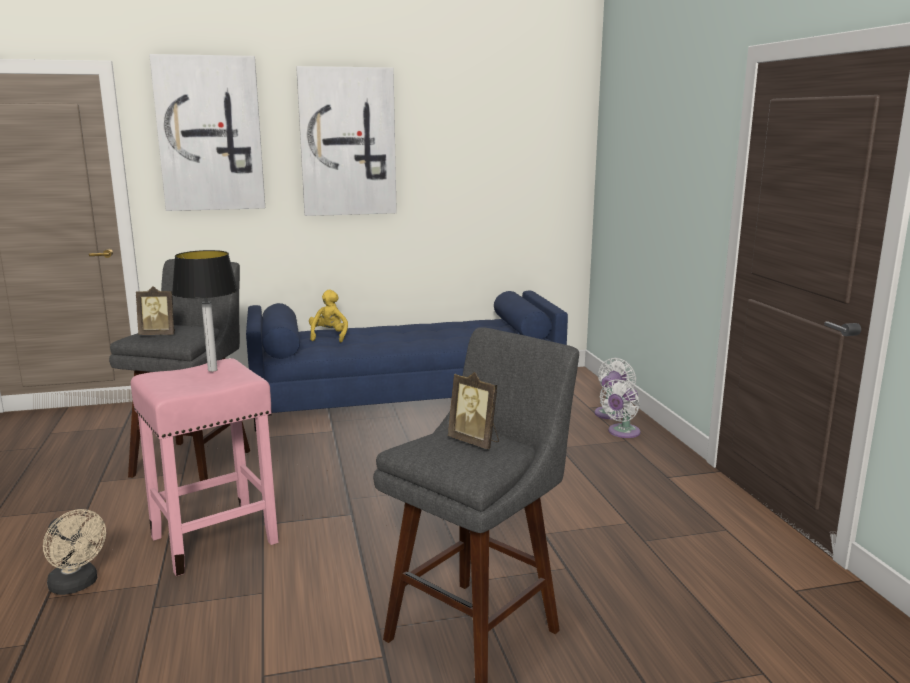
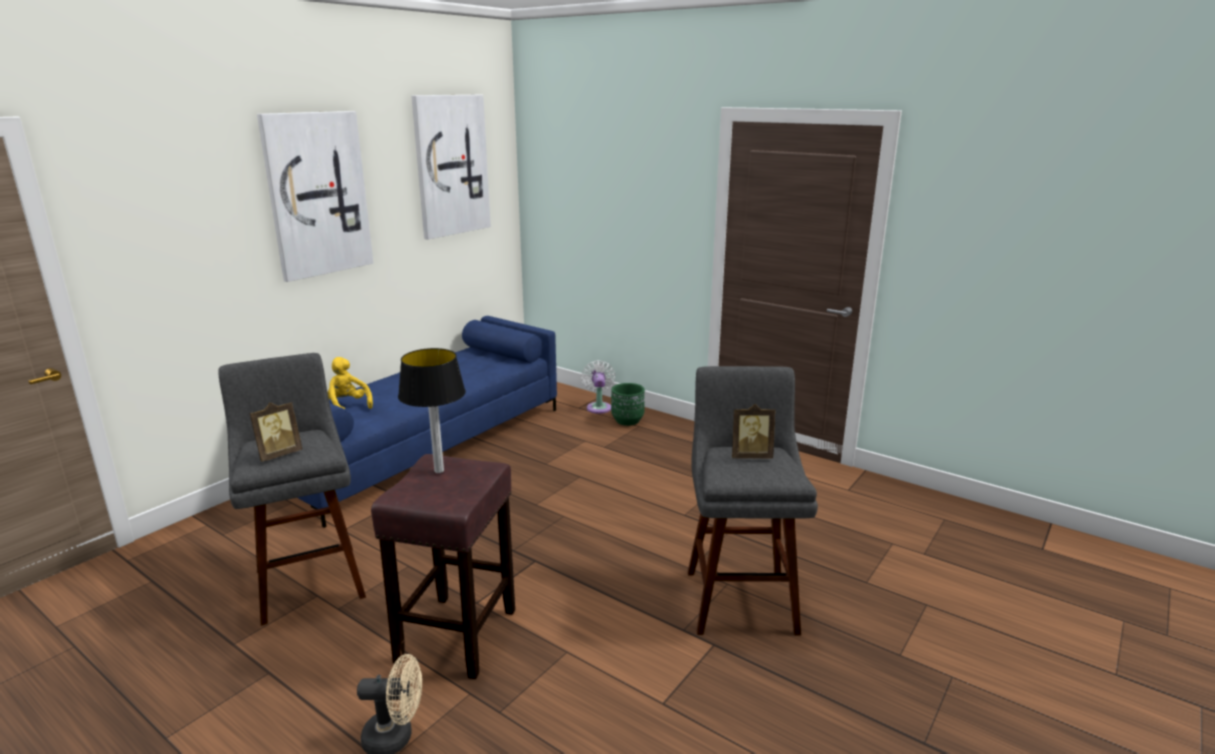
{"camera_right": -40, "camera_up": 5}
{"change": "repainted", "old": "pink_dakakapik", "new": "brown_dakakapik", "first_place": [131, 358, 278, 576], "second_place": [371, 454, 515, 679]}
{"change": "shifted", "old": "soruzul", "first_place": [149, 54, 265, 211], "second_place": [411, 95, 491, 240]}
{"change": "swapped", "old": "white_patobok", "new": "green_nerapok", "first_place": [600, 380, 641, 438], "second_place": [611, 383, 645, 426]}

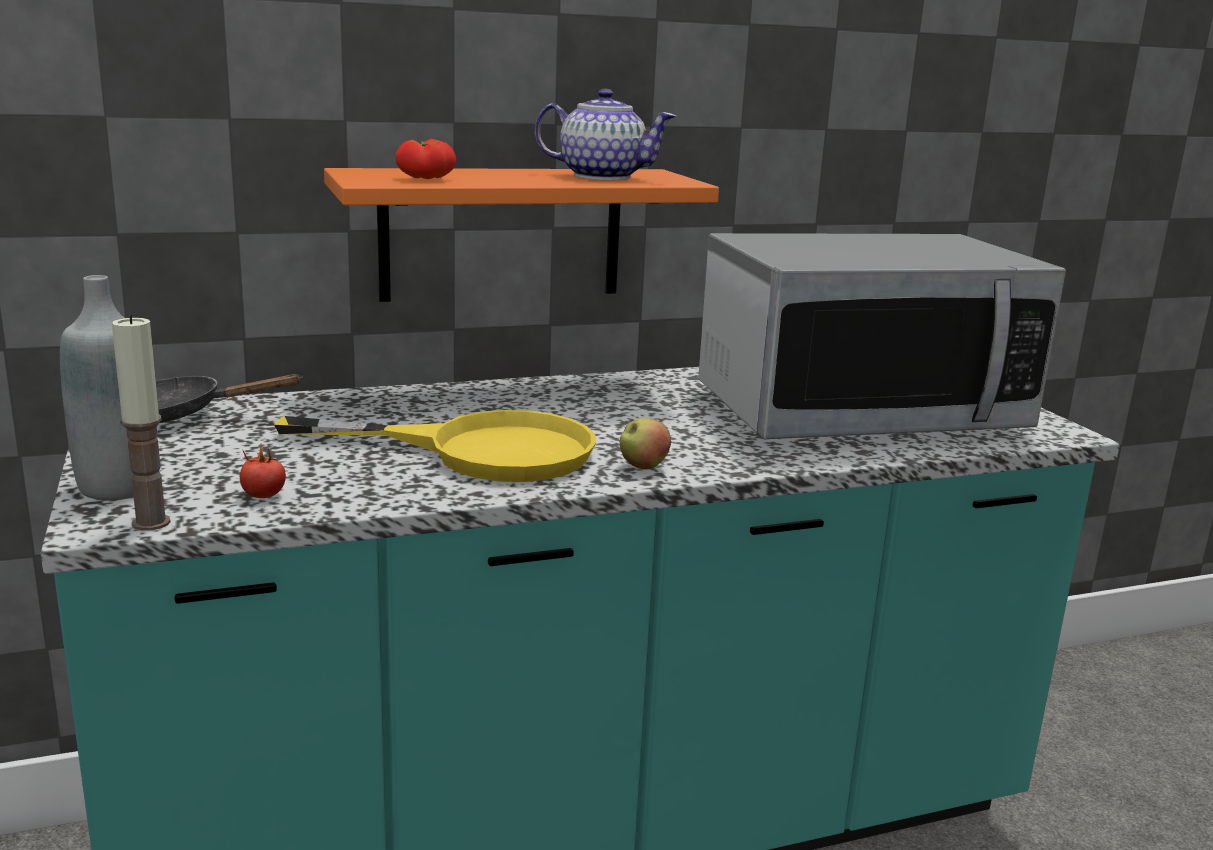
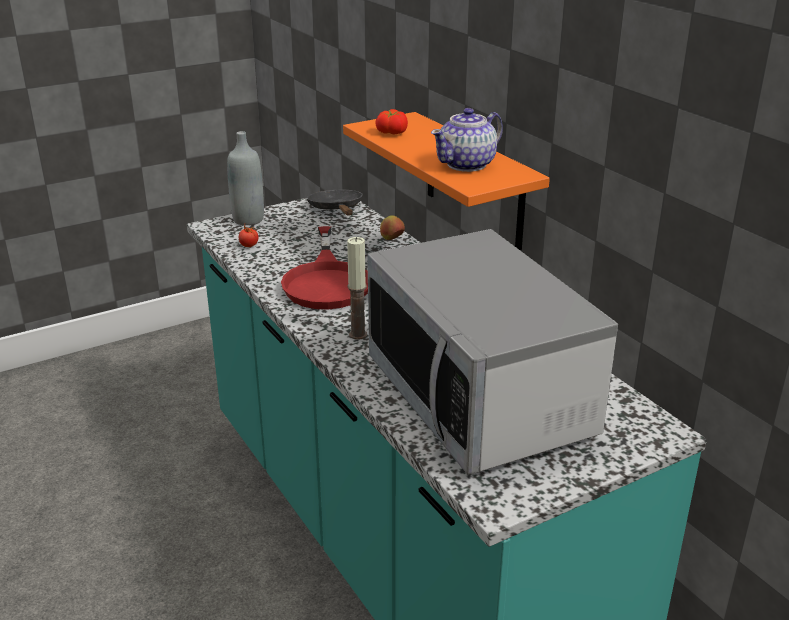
{"camera_right": 80, "camera_up": 10}
{"change": "shifted", "old": "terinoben", "first_place": [112, 315, 171, 530], "second_place": [347, 237, 367, 340]}
{"change": "repainted", "old": "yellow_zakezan", "new": "red_zakezan", "first_place": [274, 410, 596, 482], "second_place": [281, 226, 368, 309]}
{"change": "rotated", "old": "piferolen", "first_place": [535, 89, 676, 180], "second_place": [431, 108, 503, 172], "degrees": 45}
{"change": "shifted", "old": "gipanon", "first_place": [620, 418, 671, 469], "second_place": [380, 215, 405, 240]}

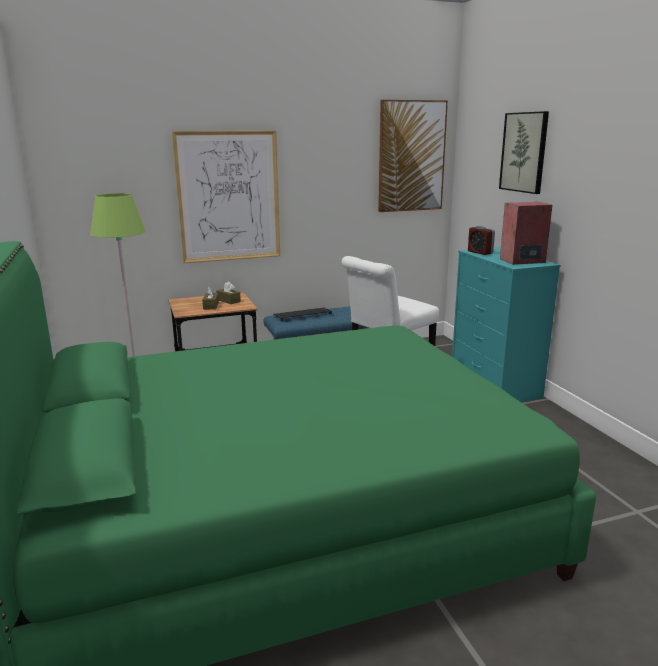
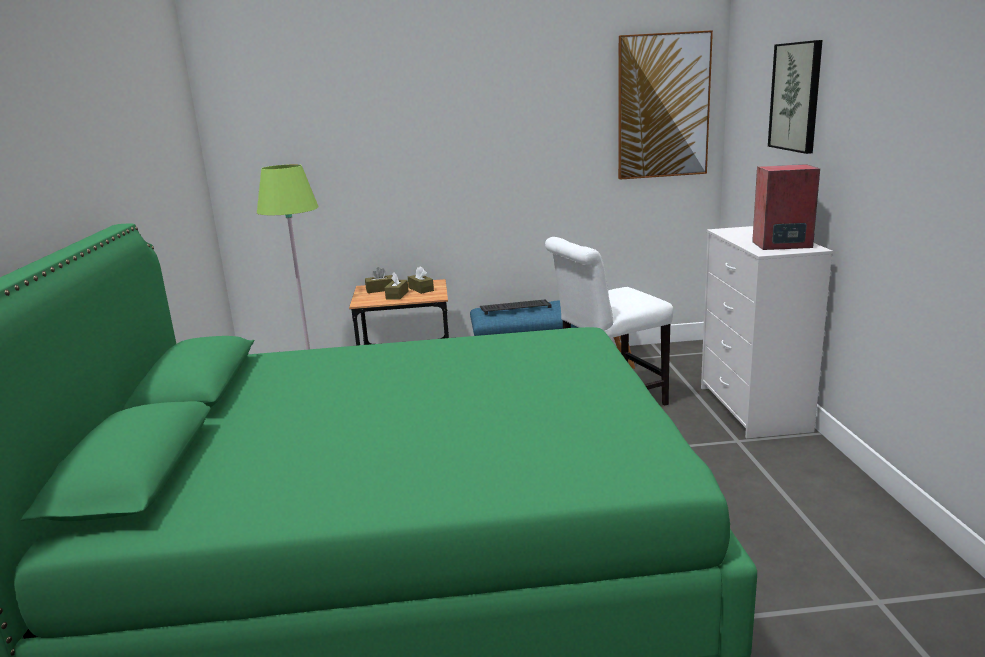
{"camera_right": 15, "camera_up": 0}
{"change": "gone", "old": "soruzul", "first_place": [172, 131, 280, 263]}
{"change": "repainted", "old": "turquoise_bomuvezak", "new": "white_bomuvezak", "first_place": [452, 247, 561, 402], "second_place": [701, 226, 833, 439]}
{"change": "gone", "old": "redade", "first_place": [468, 226, 495, 255]}
{"change": "new", "new": "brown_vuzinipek", "second_place": [365, 267, 393, 293]}

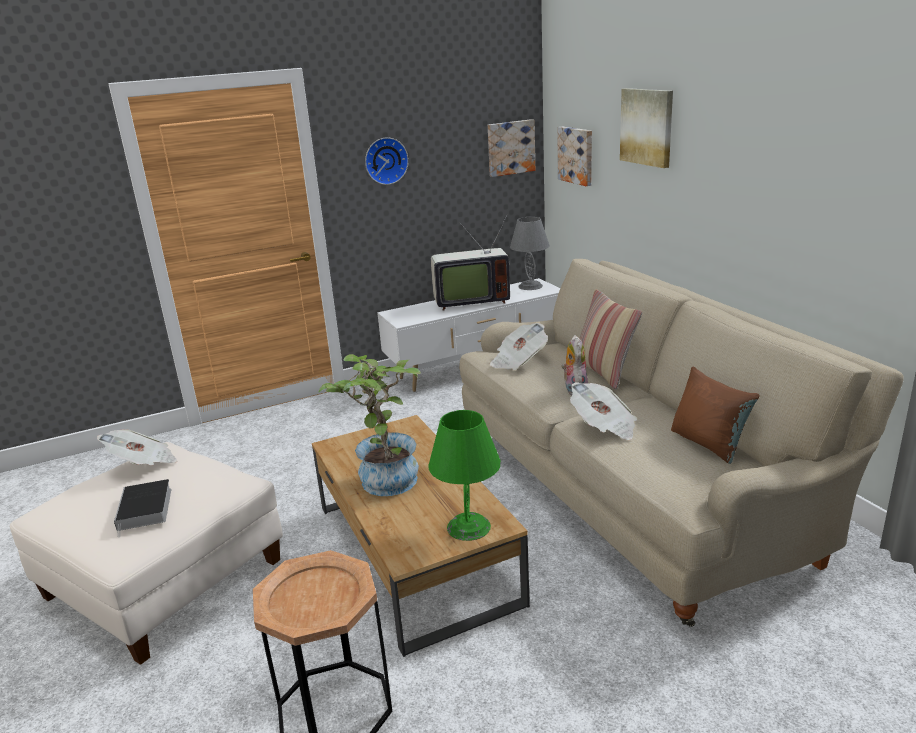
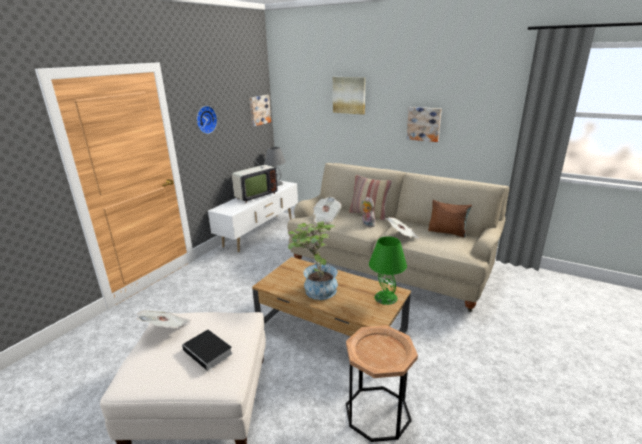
{"camera_right": -35, "camera_up": 0}
{"change": "shifted", "old": "soruzul", "first_place": [557, 127, 592, 186], "second_place": [407, 107, 442, 142]}

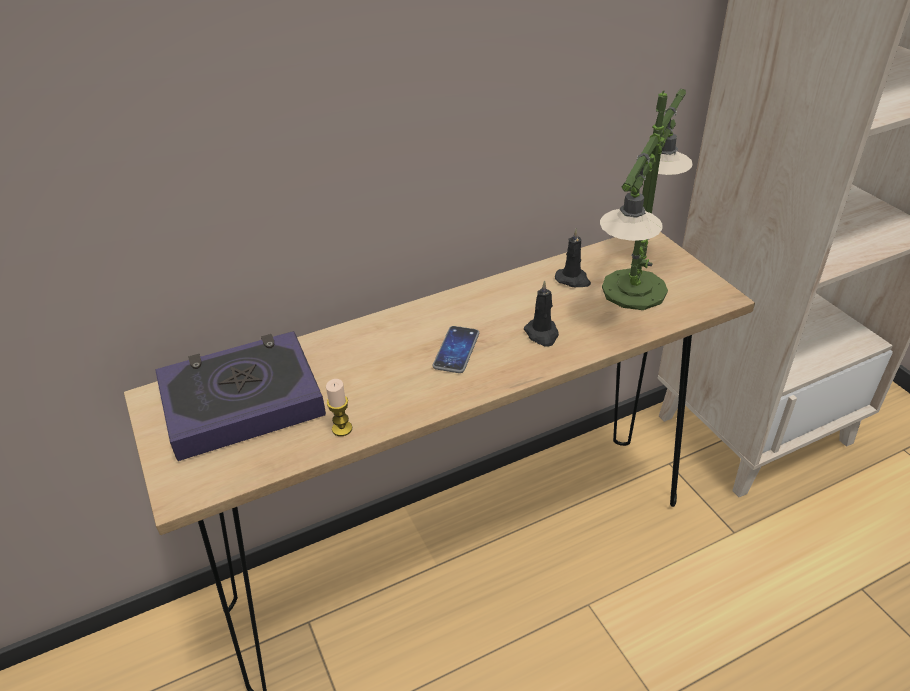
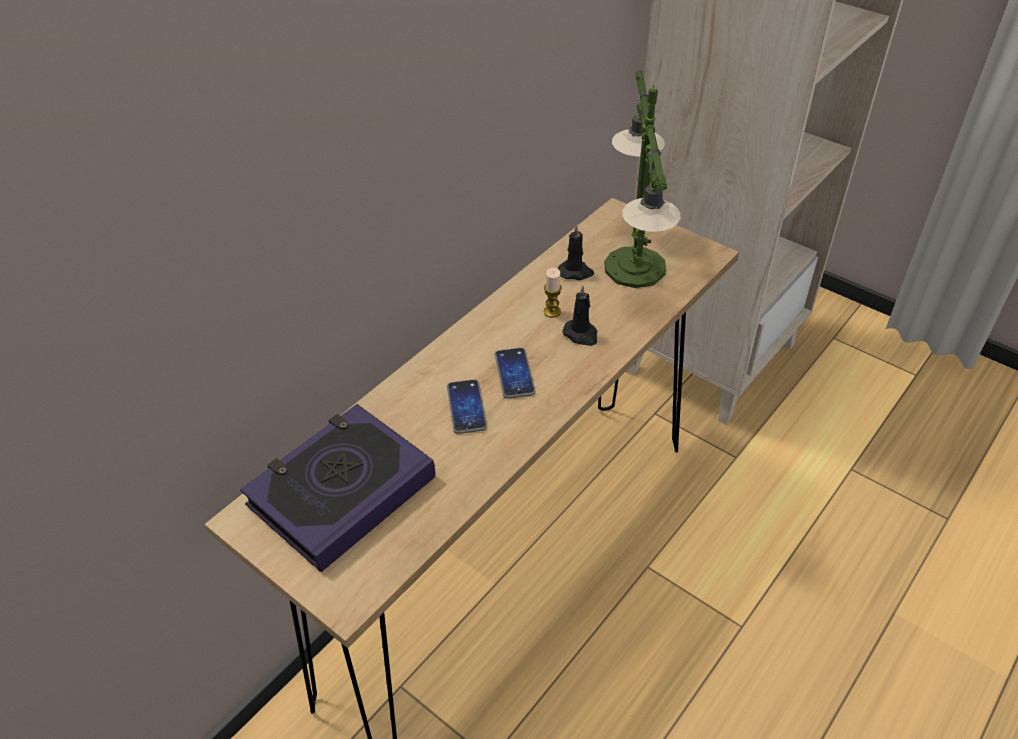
{"camera_right": -25, "camera_up": 5}
{"change": "shifted", "old": "terinoben", "first_place": [326, 379, 352, 436], "second_place": [544, 268, 562, 318]}
{"change": "new", "new": "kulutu", "second_place": [447, 379, 487, 434]}

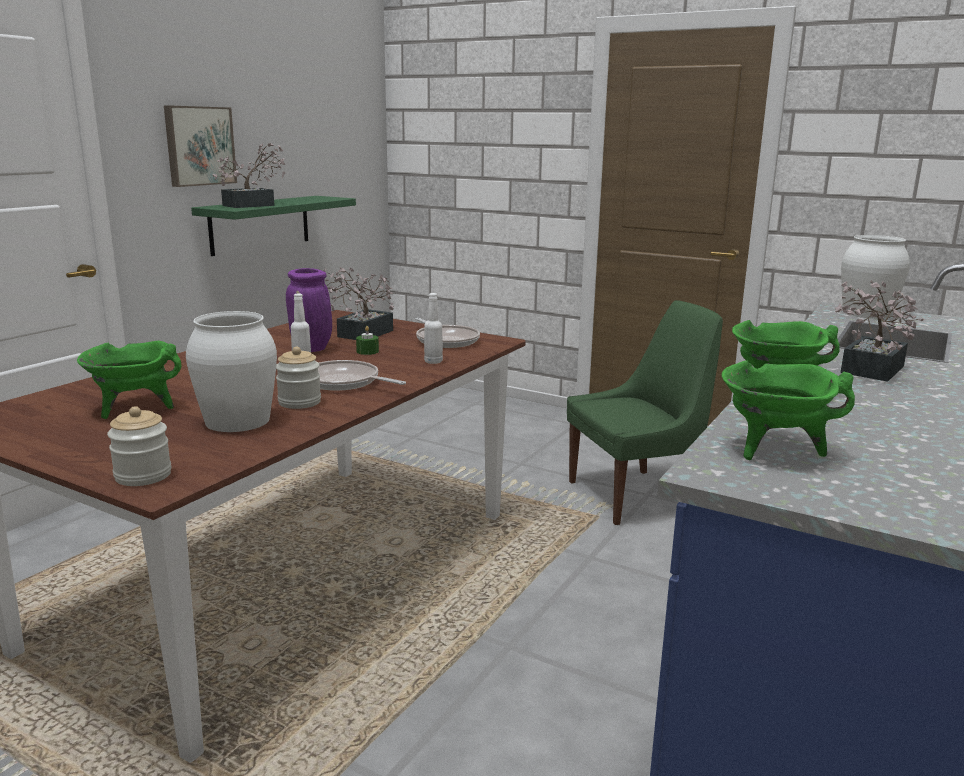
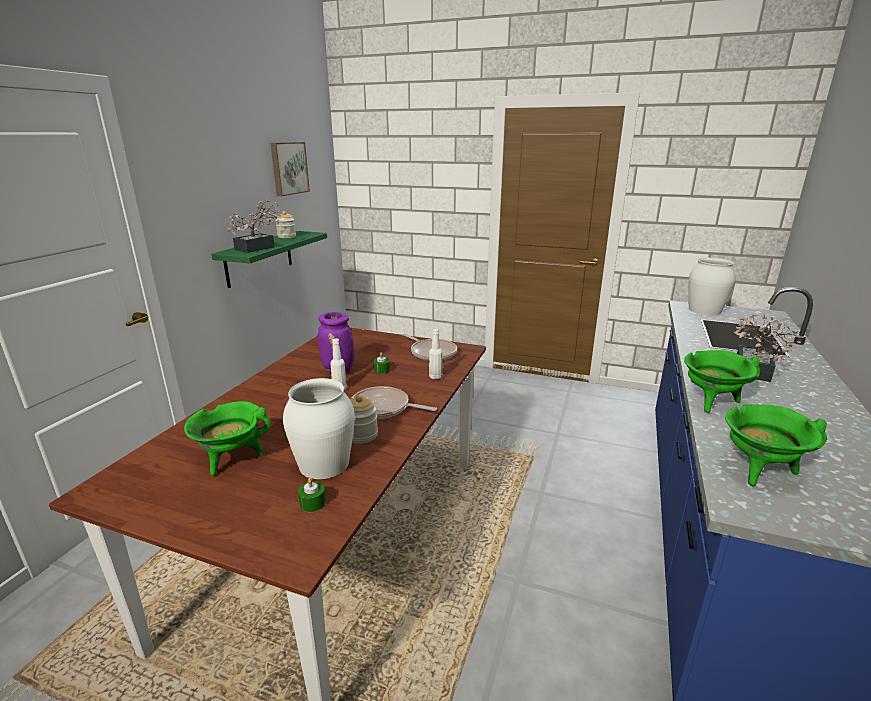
{"camera_right": -10, "camera_up": 5}
{"change": "shifted", "old": "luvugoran", "first_place": [107, 406, 171, 486], "second_place": [275, 211, 296, 238]}
{"change": "shifted", "old": "soruzul", "first_place": [164, 106, 237, 187], "second_place": [270, 142, 310, 196]}
{"change": "gone", "old": "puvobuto", "first_place": [323, 267, 394, 340]}
{"change": "gone", "old": "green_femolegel", "first_place": [567, 300, 723, 525]}
{"change": "new", "new": "green_terinoben", "second_place": [298, 478, 326, 512]}

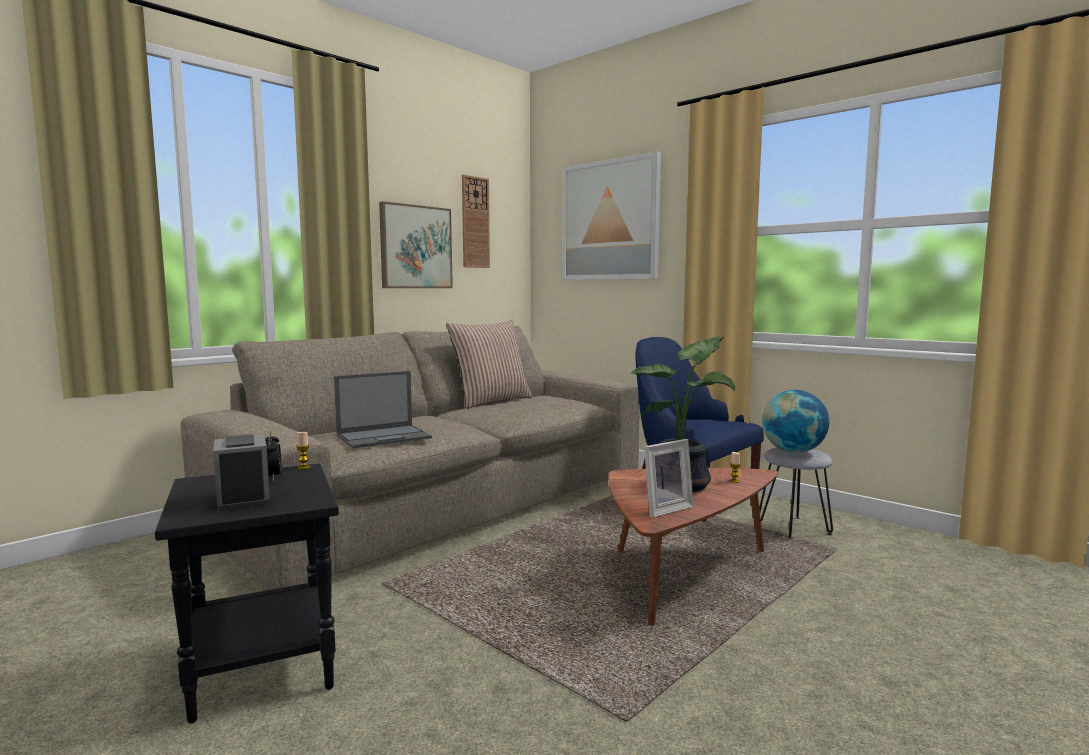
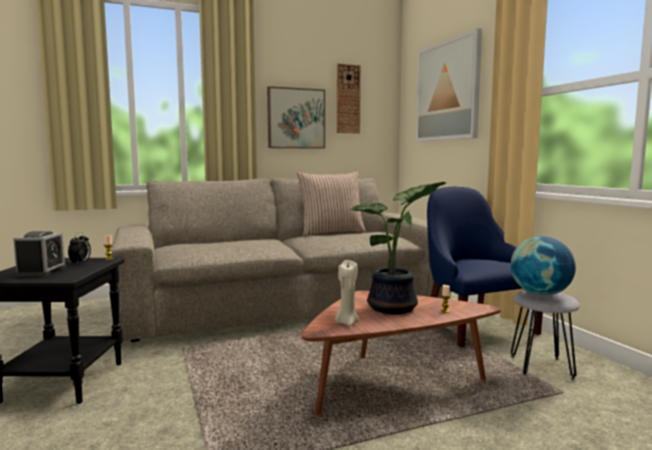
{"camera_right": 25, "camera_up": 0}
{"change": "gone", "old": "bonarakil", "first_place": [334, 371, 432, 448]}
{"change": "swapped", "old": "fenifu", "new": "beige_terinoben", "first_place": [644, 439, 694, 518], "second_place": [335, 260, 359, 326]}

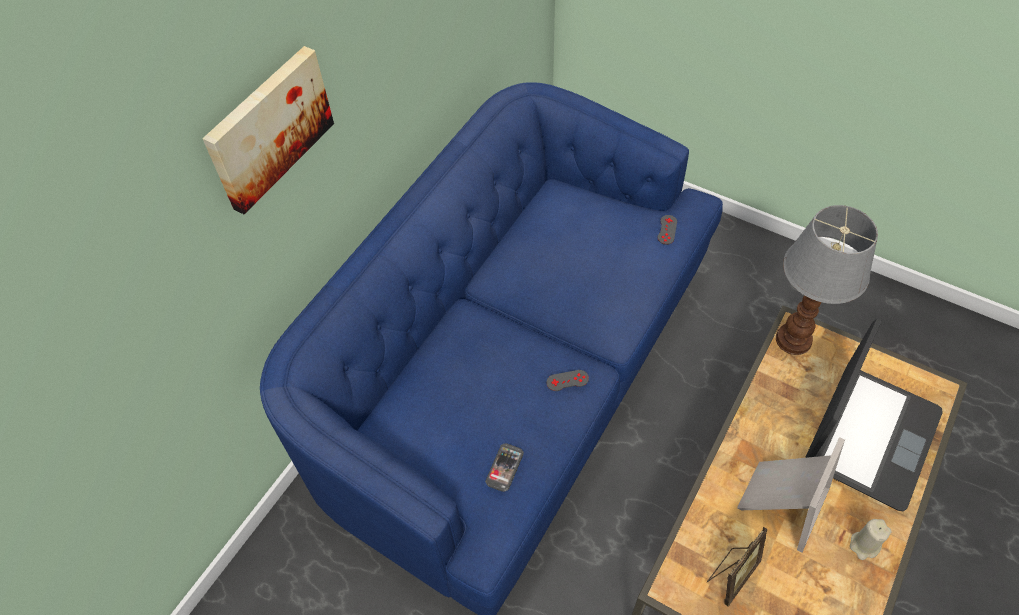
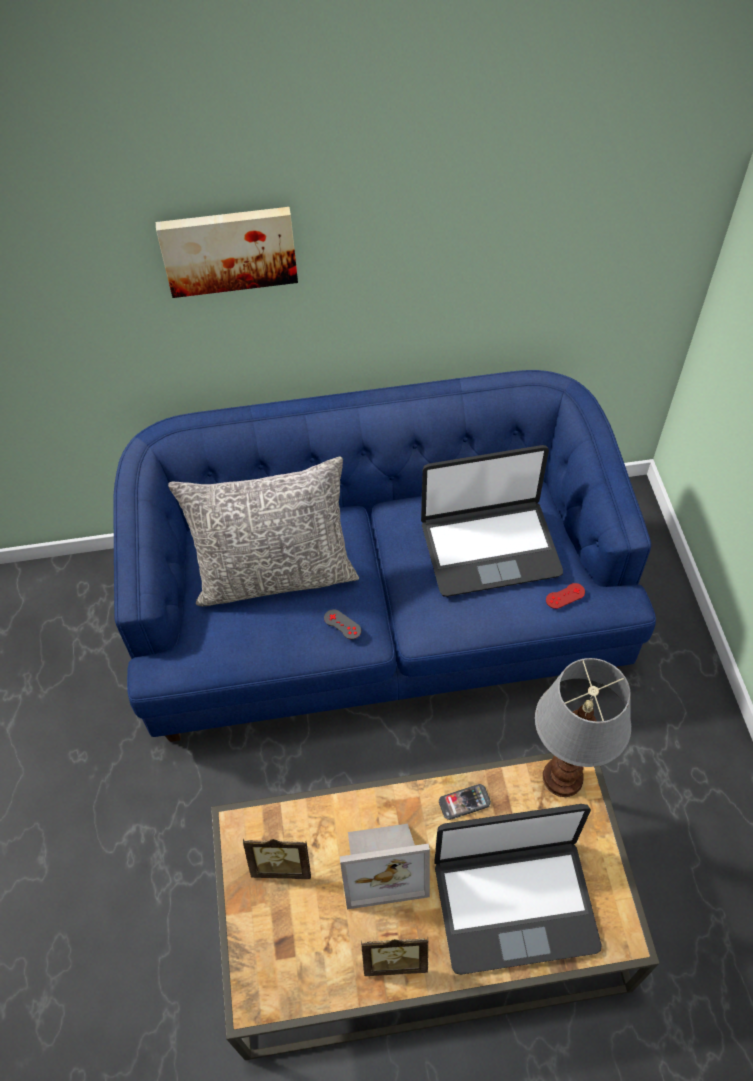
{"camera_right": 50, "camera_up": 0}
{"change": "shifted", "old": "kulutu", "first_place": [485, 443, 524, 492], "second_place": [439, 784, 491, 820]}
{"change": "repainted", "old": "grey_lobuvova", "new": "red_lobuvova", "first_place": [657, 215, 677, 245], "second_place": [546, 583, 585, 609]}
{"change": "swapped", "old": "beige_terinoben", "new": "fenifu", "first_place": [850, 519, 892, 560], "second_place": [361, 937, 428, 976]}
{"change": "new", "new": "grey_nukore", "second_place": [168, 456, 359, 606]}
{"change": "new", "new": "bonarakil", "second_place": [421, 445, 563, 597]}

